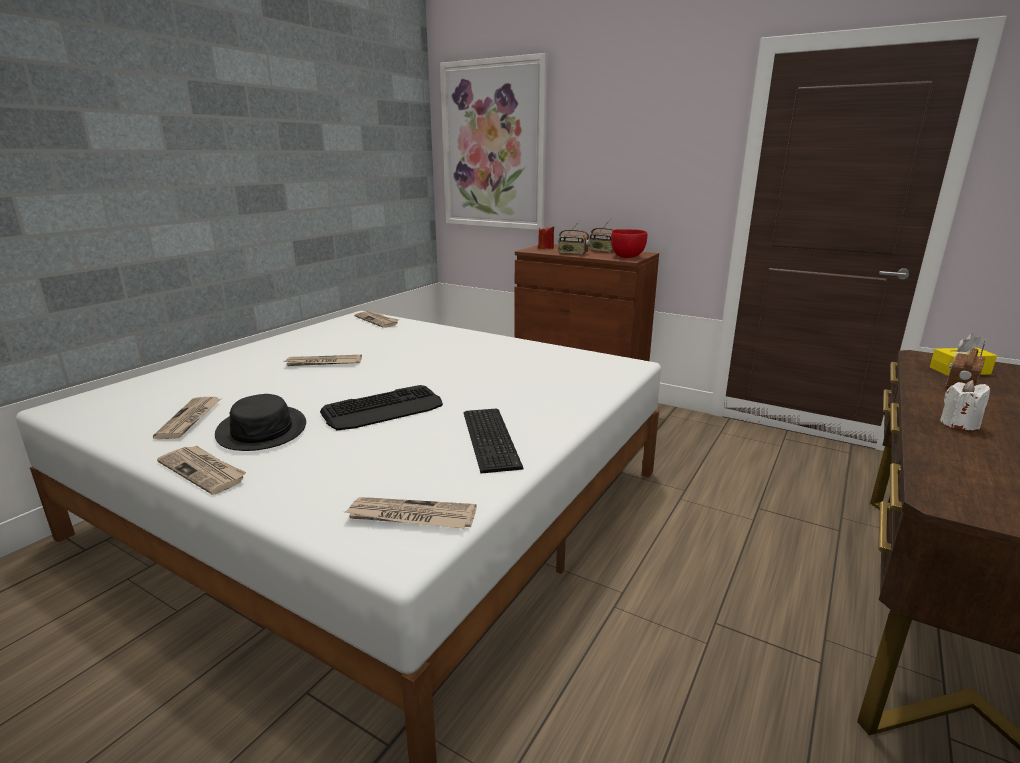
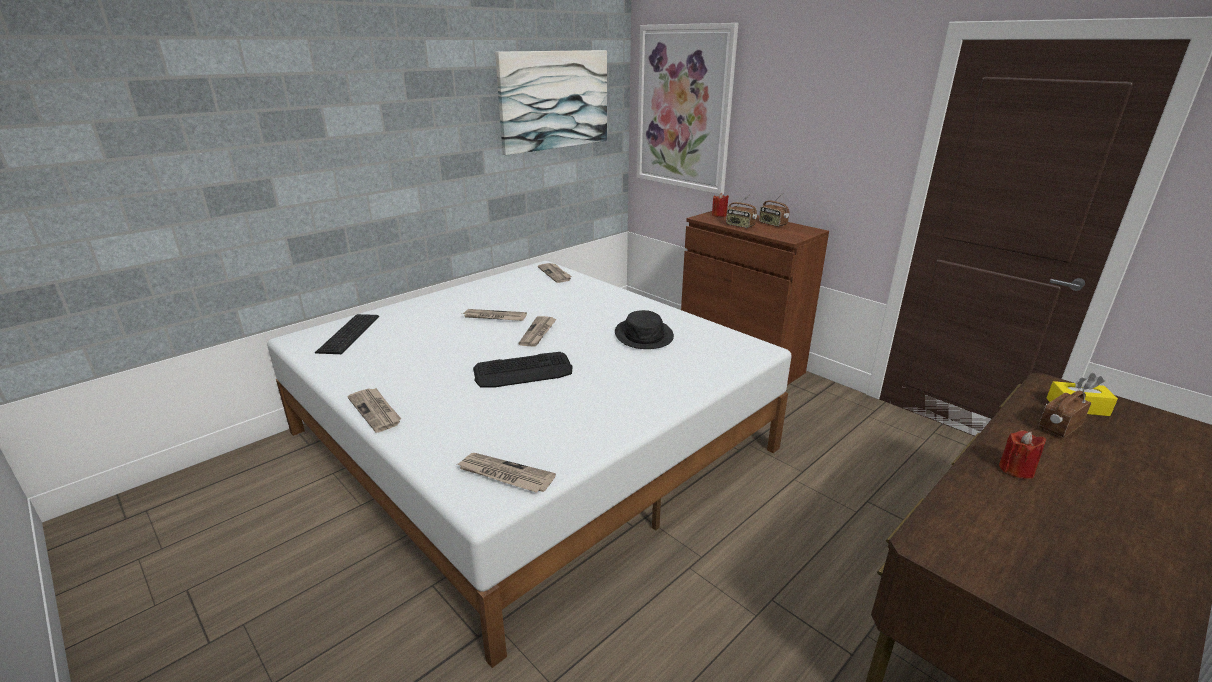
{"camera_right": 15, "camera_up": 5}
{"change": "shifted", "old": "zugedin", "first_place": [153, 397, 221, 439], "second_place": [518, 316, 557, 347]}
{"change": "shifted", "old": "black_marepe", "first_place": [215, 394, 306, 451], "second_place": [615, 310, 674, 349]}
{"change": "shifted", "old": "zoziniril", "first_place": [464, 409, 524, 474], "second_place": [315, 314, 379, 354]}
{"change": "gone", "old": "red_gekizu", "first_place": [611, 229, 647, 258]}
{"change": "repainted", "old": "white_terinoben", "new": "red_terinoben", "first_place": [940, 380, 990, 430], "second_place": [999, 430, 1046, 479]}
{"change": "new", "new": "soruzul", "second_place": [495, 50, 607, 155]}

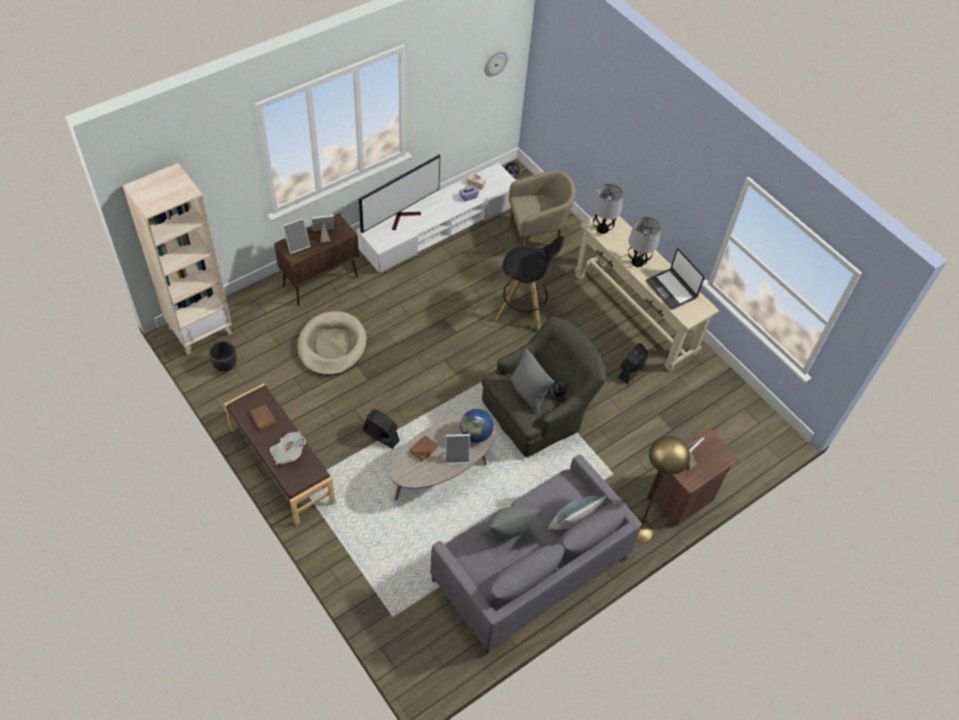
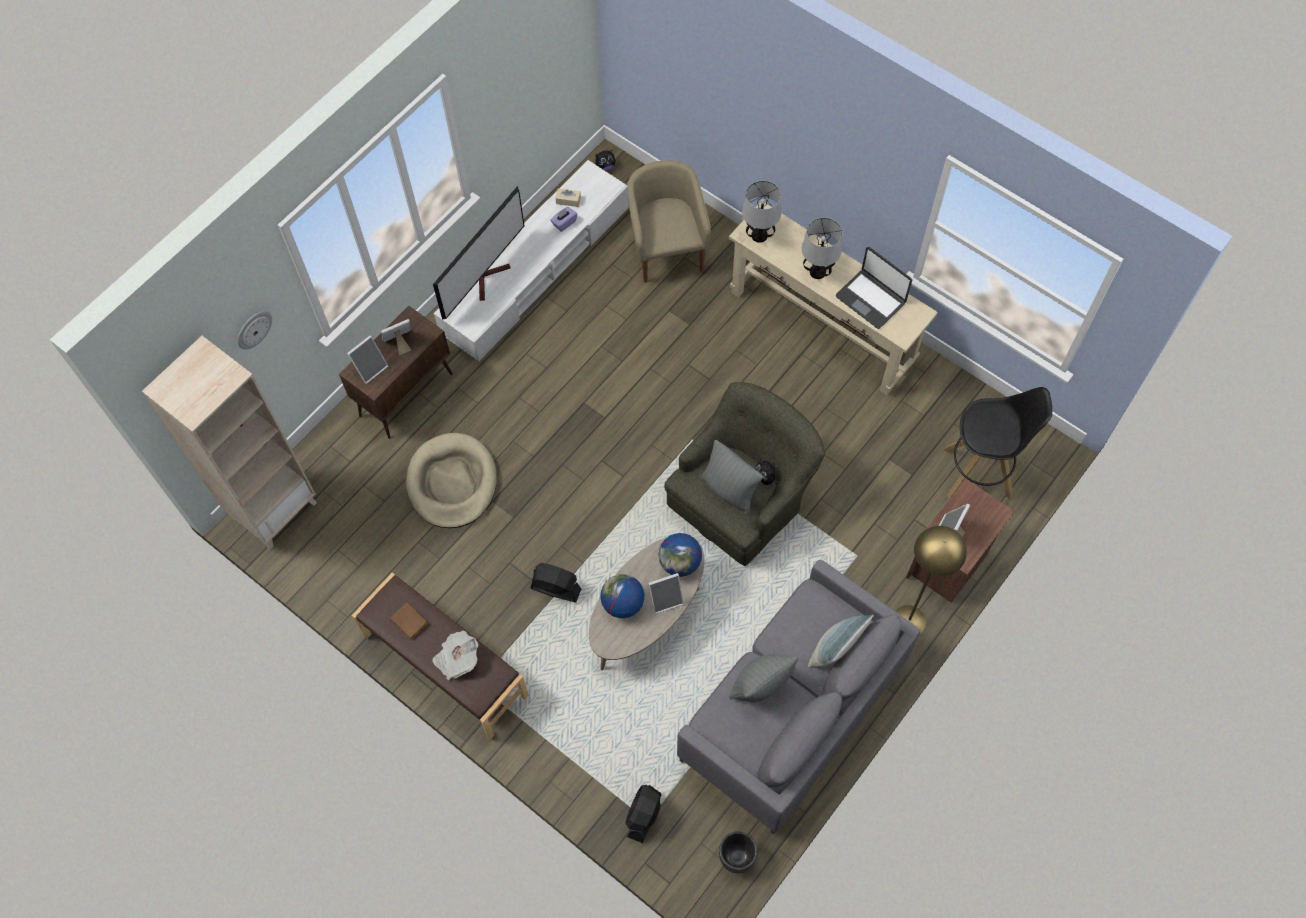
{"camera_right": -10, "camera_up": 10}
{"change": "shifted", "old": "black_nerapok", "first_place": [209, 341, 237, 372], "second_place": [719, 831, 758, 873]}
{"change": "swapped", "old": "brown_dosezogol", "new": "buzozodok", "first_place": [409, 435, 438, 462], "second_place": [600, 574, 644, 618]}
{"change": "shifted", "old": "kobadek", "first_place": [484, 51, 508, 77], "second_place": [238, 311, 272, 350]}
{"change": "shifted", "old": "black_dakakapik", "first_place": [495, 236, 564, 331], "second_place": [943, 387, 1052, 500]}
{"change": "rotated", "old": "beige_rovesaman", "first_place": [509, 170, 576, 245], "second_place": [627, 160, 711, 283], "degrees": -75}
{"change": "shifted", "old": "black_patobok", "first_place": [618, 343, 648, 384], "second_place": [625, 785, 662, 843]}

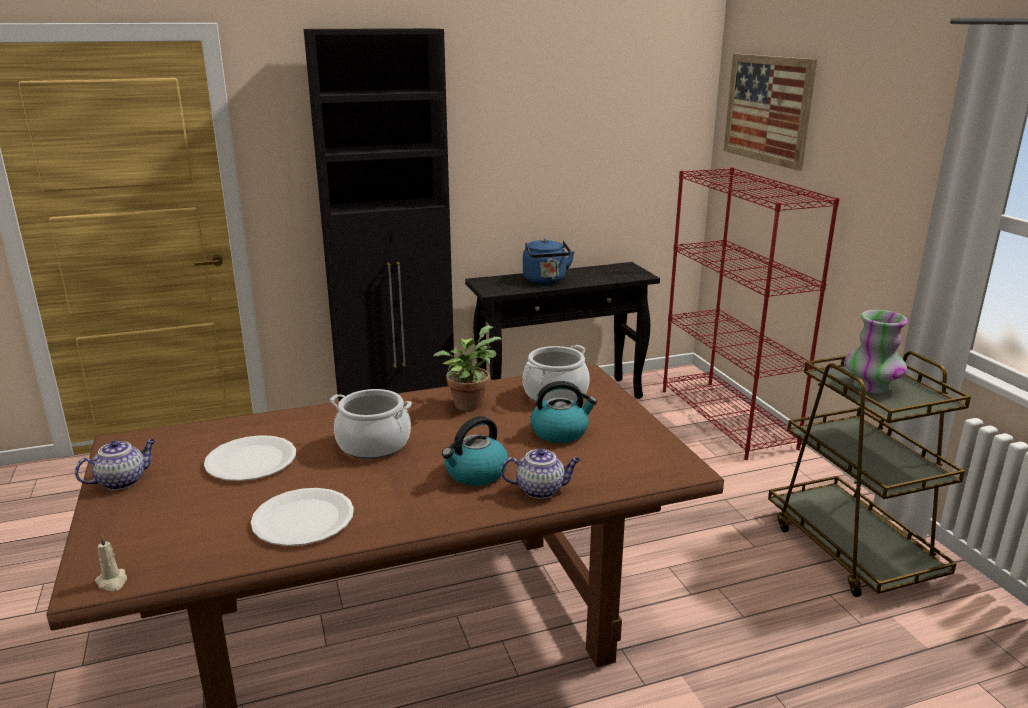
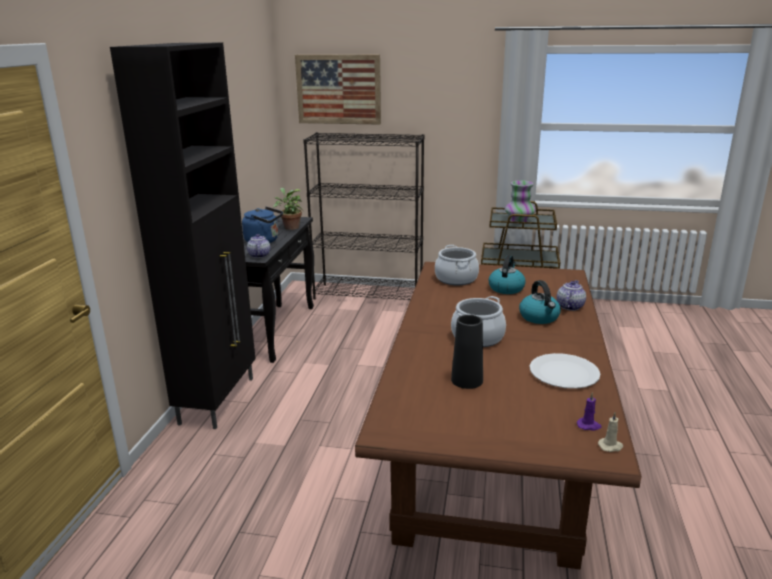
{"camera_right": -60, "camera_up": 0}
{"change": "shifted", "old": "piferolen", "first_place": [75, 439, 156, 490], "second_place": [247, 234, 270, 258]}
{"change": "swapped", "old": "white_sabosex", "new": "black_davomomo", "first_place": [204, 435, 296, 481], "second_place": [451, 315, 483, 389]}
{"change": "shifted", "old": "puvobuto", "first_place": [433, 326, 501, 411], "second_place": [273, 188, 302, 230]}
{"change": "repainted", "old": "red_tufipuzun", "new": "black_tufipuzun", "first_place": [663, 167, 840, 460], "second_place": [303, 132, 424, 300]}
{"change": "new", "new": "purple_terinoben", "second_place": [577, 392, 602, 431]}

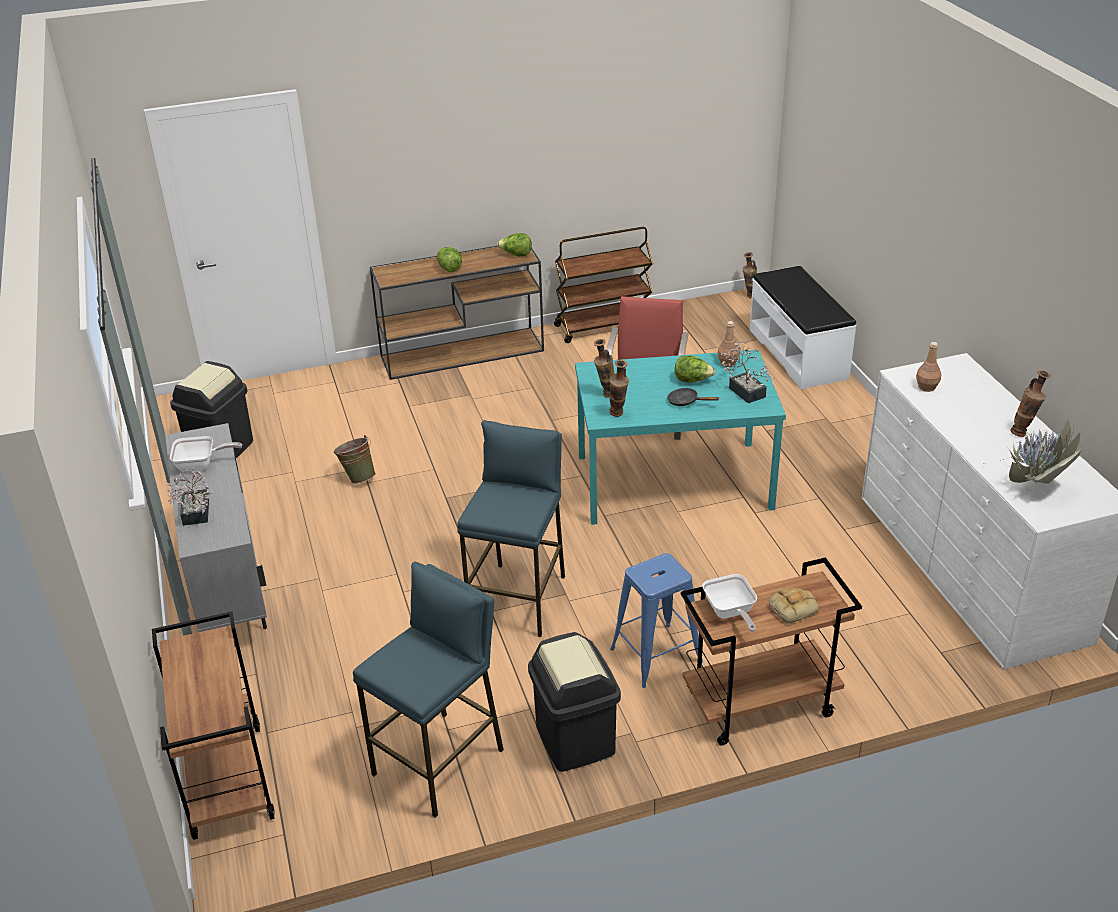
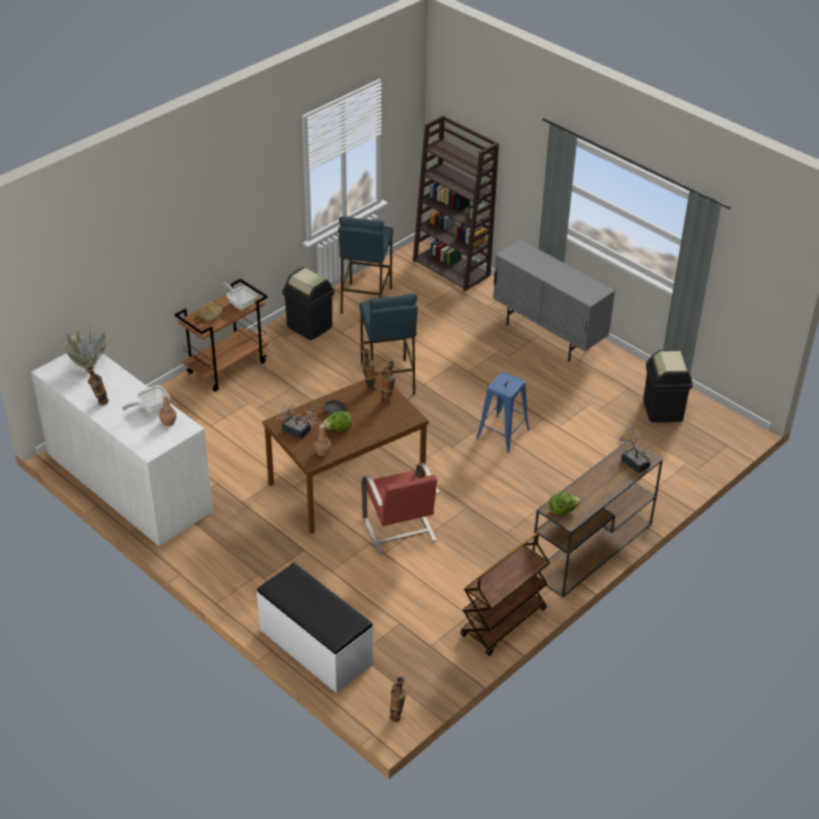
{"camera_right": 150, "camera_up": 5}
{"change": "swapped", "old": "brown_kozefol", "new": "brown_tufipuzun", "first_place": [152, 611, 275, 840], "second_place": [413, 116, 499, 291]}
{"change": "shifted", "old": "puvobuto", "first_place": [167, 467, 213, 526], "second_place": [617, 426, 657, 473]}
{"change": "shifted", "old": "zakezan", "first_place": [170, 436, 242, 471], "second_place": [122, 385, 170, 412]}
{"change": "gone", "old": "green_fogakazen", "first_place": [334, 435, 376, 484]}
{"change": "gone", "old": "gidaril", "first_place": [437, 247, 462, 272]}
{"change": "repainted", "old": "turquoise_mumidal", "new": "brown_mumidal", "first_place": [575, 350, 786, 525], "second_place": [262, 373, 429, 534]}
{"change": "shifted", "old": "blue_dakakapik", "first_place": [610, 553, 703, 688], "second_place": [476, 372, 530, 453]}

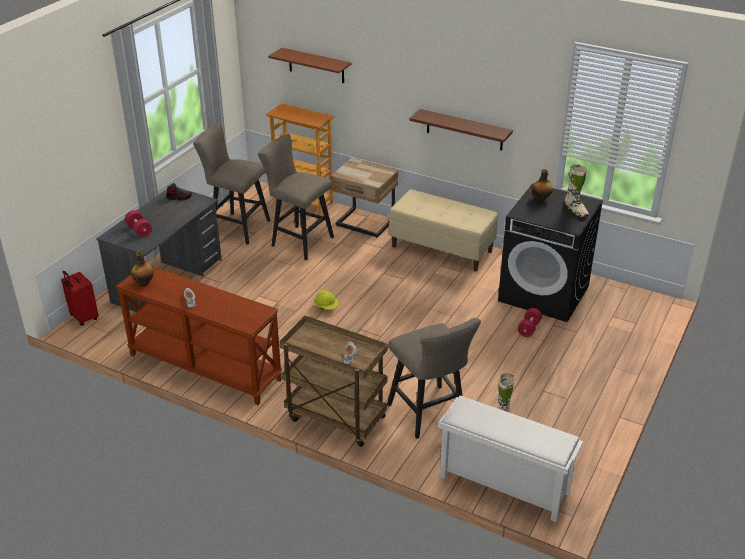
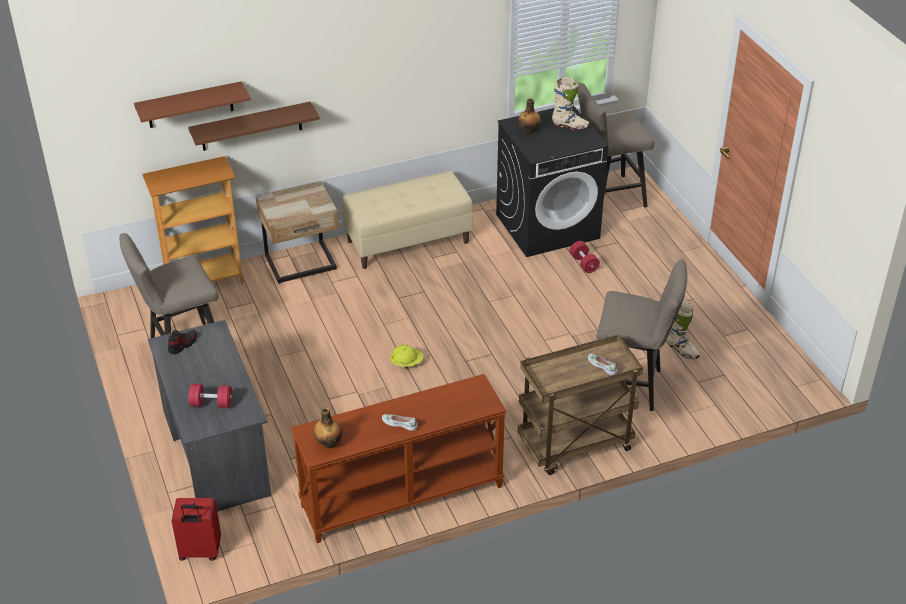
{"camera_right": -50, "camera_up": 5}
{"change": "shifted", "old": "beige_dakakapik", "first_place": [258, 133, 334, 260], "second_place": [577, 83, 654, 208]}
{"change": "shifted", "old": "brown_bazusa", "first_place": [409, 109, 513, 151], "second_place": [188, 101, 320, 151]}
{"change": "gone", "old": "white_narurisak", "first_place": [438, 395, 583, 522]}

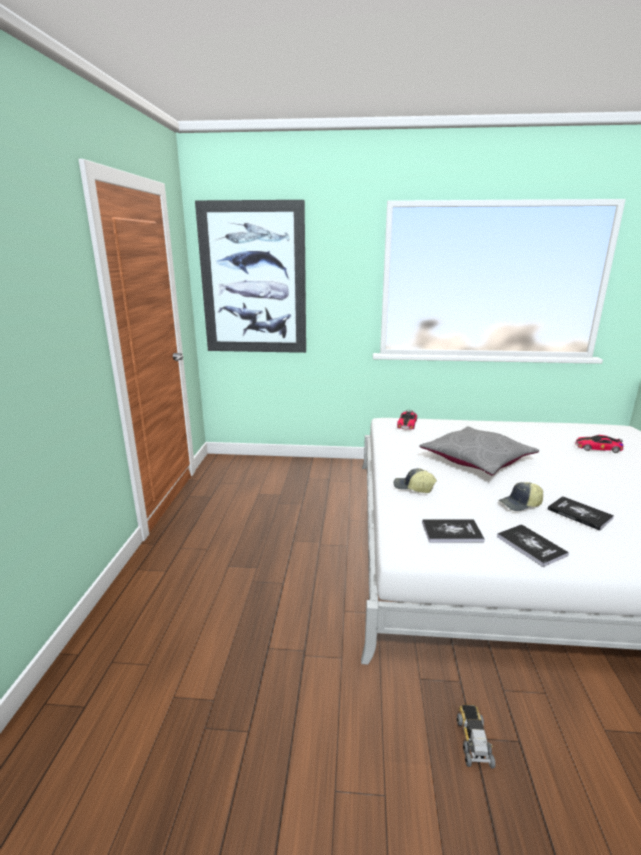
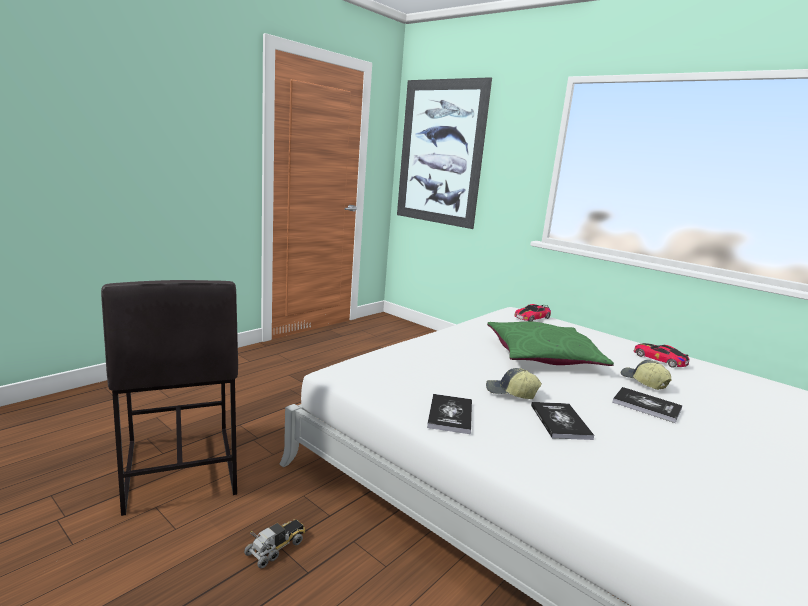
{"camera_right": 35, "camera_up": -5}
{"change": "shifted", "old": "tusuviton", "first_place": [394, 468, 437, 493], "second_place": [621, 360, 672, 390]}
{"change": "repainted", "old": "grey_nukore", "new": "green_nukore", "first_place": [420, 426, 539, 475], "second_place": [487, 322, 614, 366]}
{"change": "shifted", "old": "dosezogol", "first_place": [422, 519, 485, 542], "second_place": [612, 387, 682, 423]}
{"change": "shifted", "old": "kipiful", "first_place": [575, 435, 623, 453], "second_place": [634, 343, 689, 368]}
{"change": "new", "new": "grey_dakakapik", "second_place": [101, 280, 238, 516]}

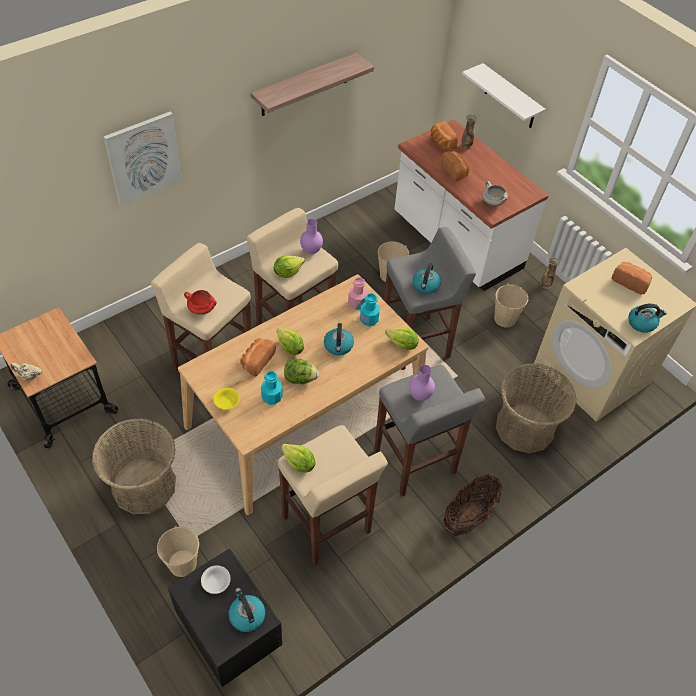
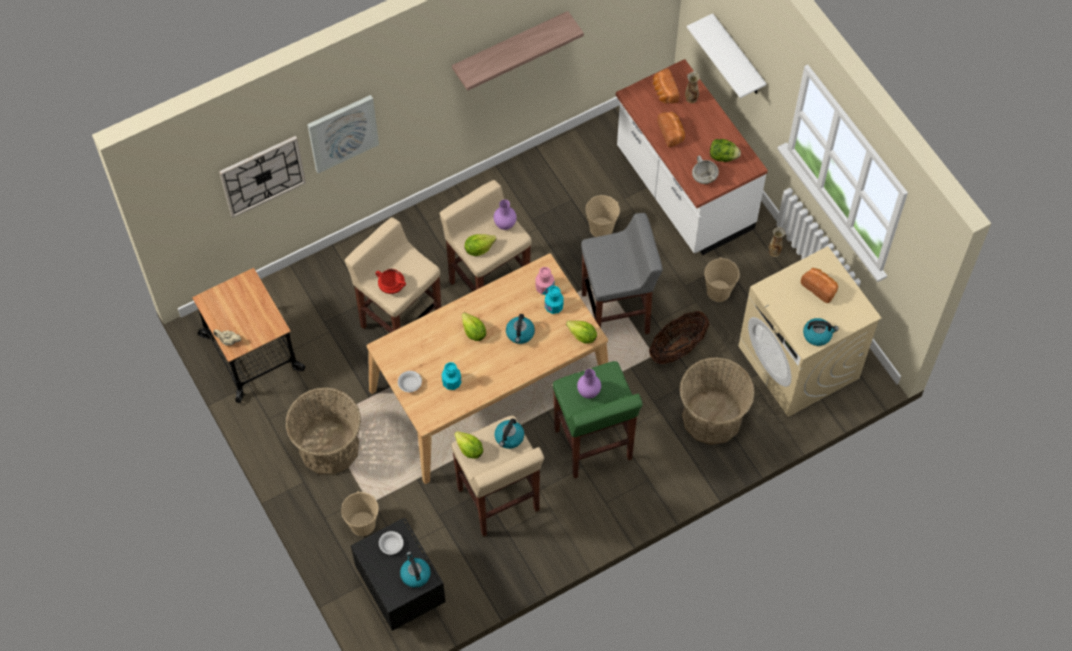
{"camera_right": 10, "camera_up": 10}
{"change": "repainted", "old": "yellow_gekizu", "new": "white_gekizu", "first_place": [213, 388, 240, 410], "second_place": [398, 371, 422, 392]}
{"change": "gone", "old": "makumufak", "first_place": [240, 338, 276, 377]}
{"change": "shifted", "old": "gidaril", "first_place": [284, 359, 319, 384], "second_place": [710, 139, 741, 162]}
{"change": "repainted", "old": "grey_dakakapik", "new": "green_dakakapik", "first_place": [374, 365, 485, 496], "second_place": [553, 361, 643, 479]}
{"change": "shifted", "old": "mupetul", "first_place": [413, 263, 441, 294], "second_place": [494, 418, 524, 449]}
{"change": "shifted", "old": "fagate", "first_place": [443, 474, 502, 536], "second_place": [649, 311, 709, 364]}
{"change": "new", "new": "kobadek", "second_place": [219, 136, 306, 218]}

